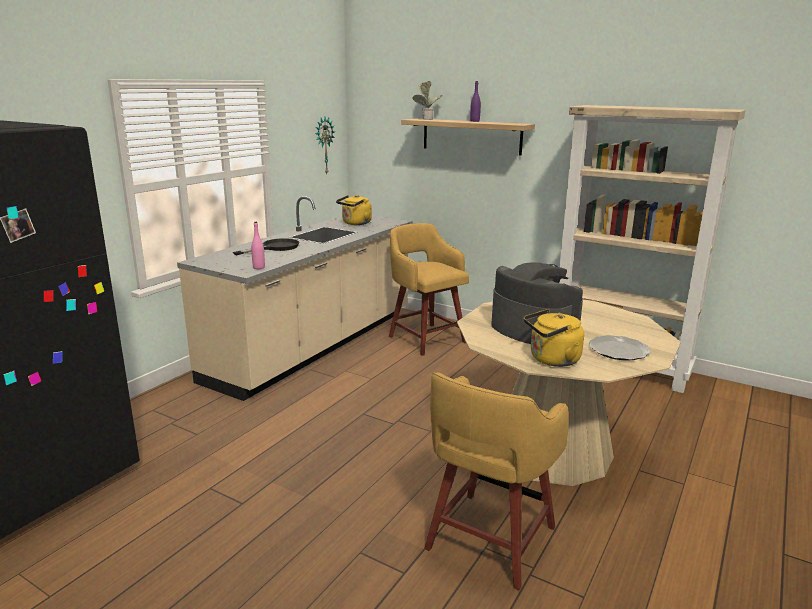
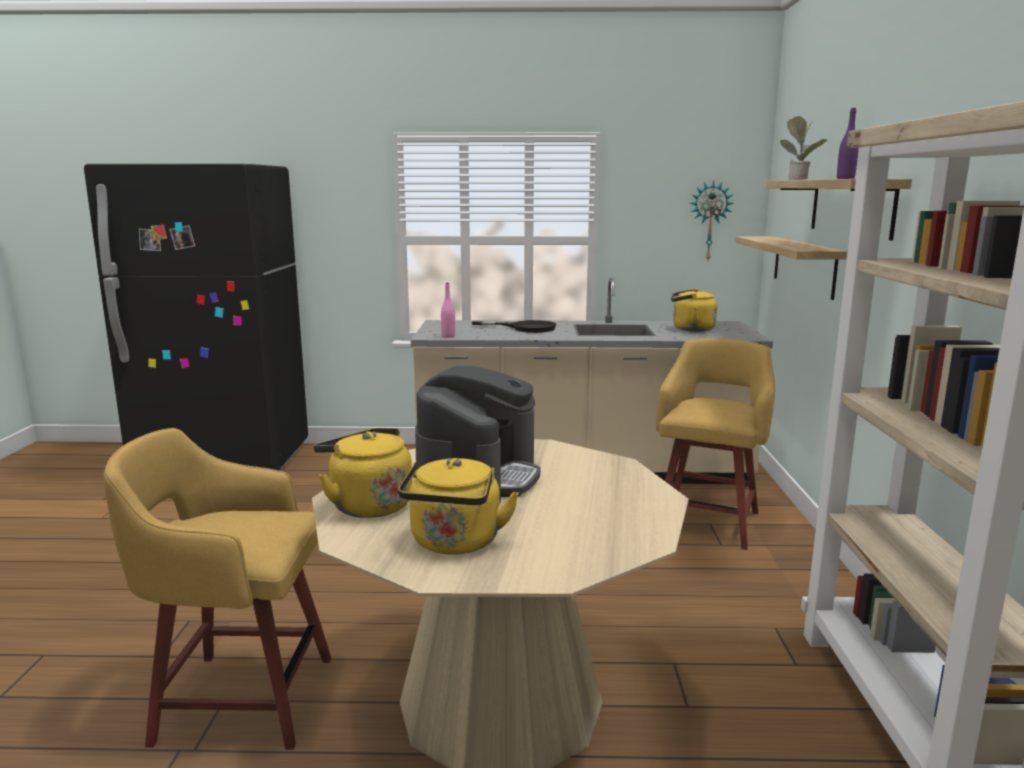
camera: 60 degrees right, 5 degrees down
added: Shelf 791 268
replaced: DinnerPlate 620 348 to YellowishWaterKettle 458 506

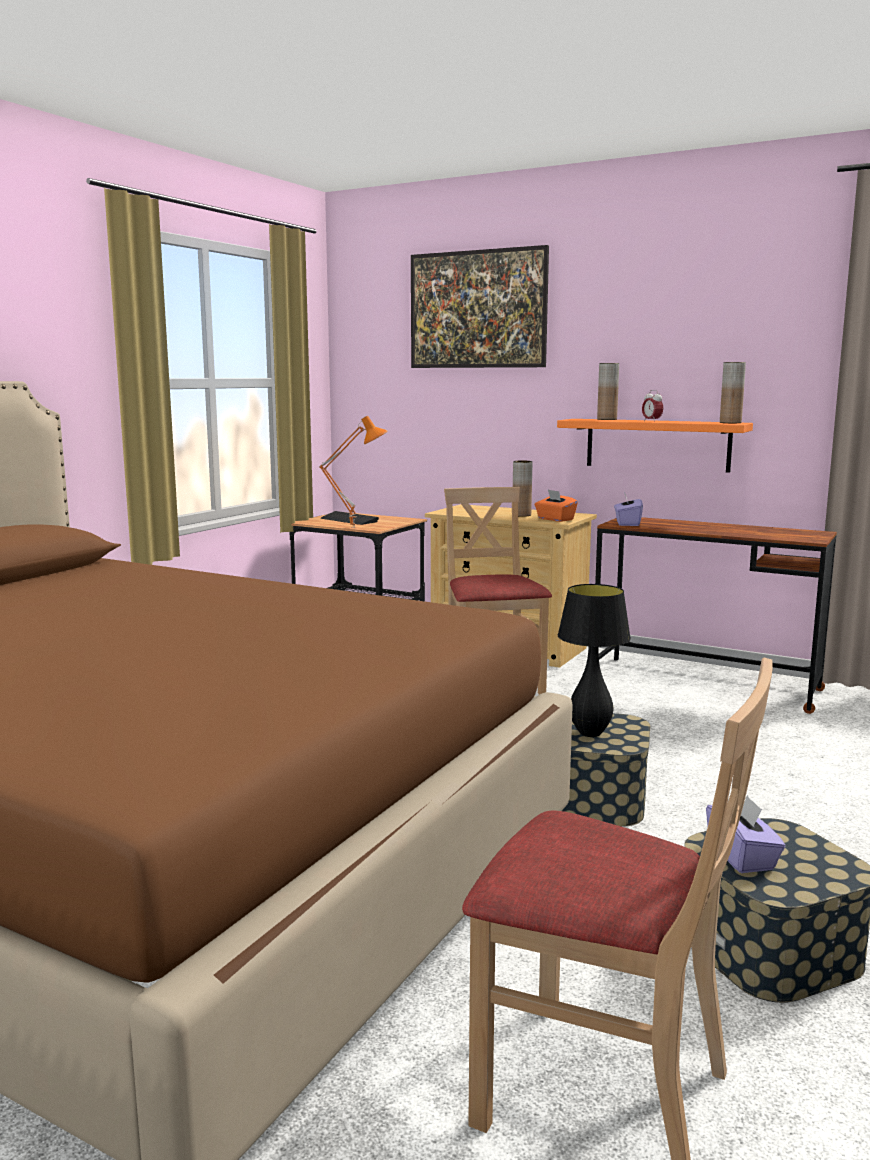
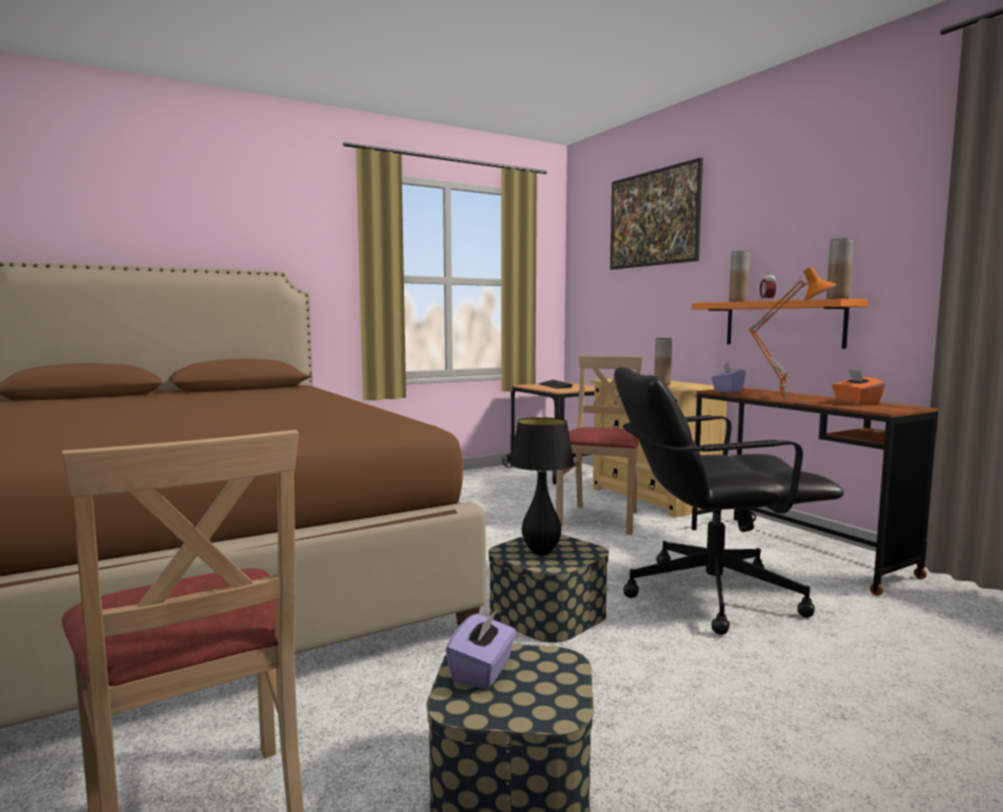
camera: 30 degrees right, 5 degrees down
added: BlackishDeskChair 729 501
moved: OrangeColouredTabletopLamp 353 471 to 792 333; OrangeColouredBoxOfTissues 556 506 to 859 387

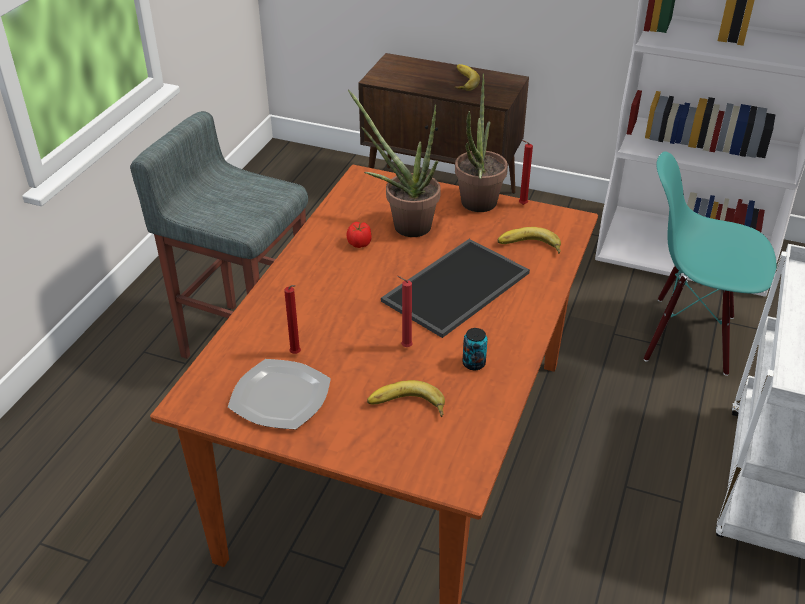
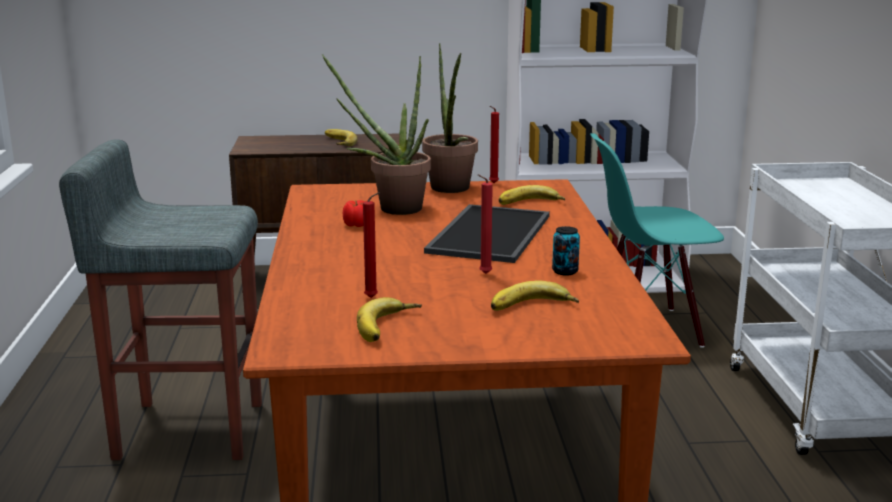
camera: 25 degrees left, 20 degrees down
replaced: DinnerPlate 279 394 to Banana 389 319

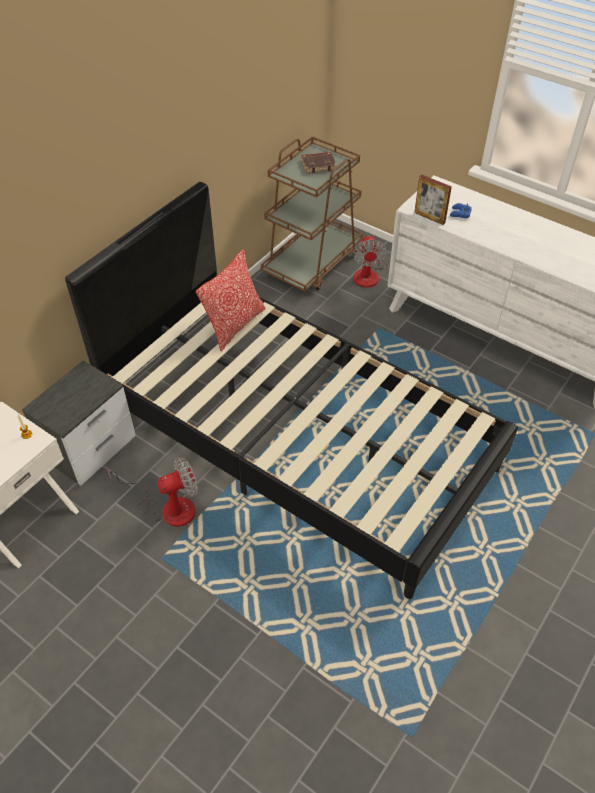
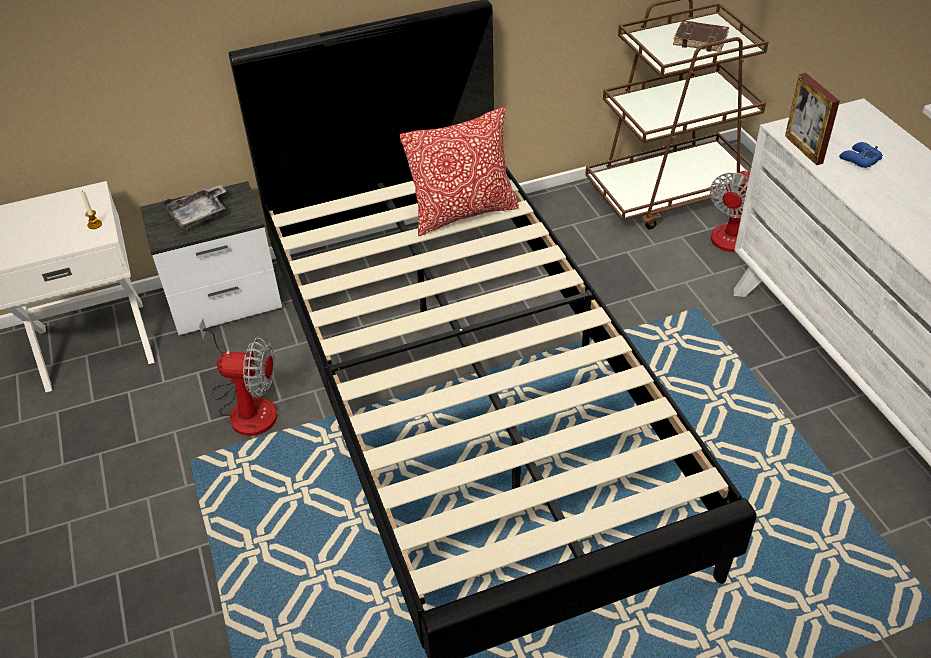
camera: 35 degrees right, 5 degrees down
added: GrayTray 195 207

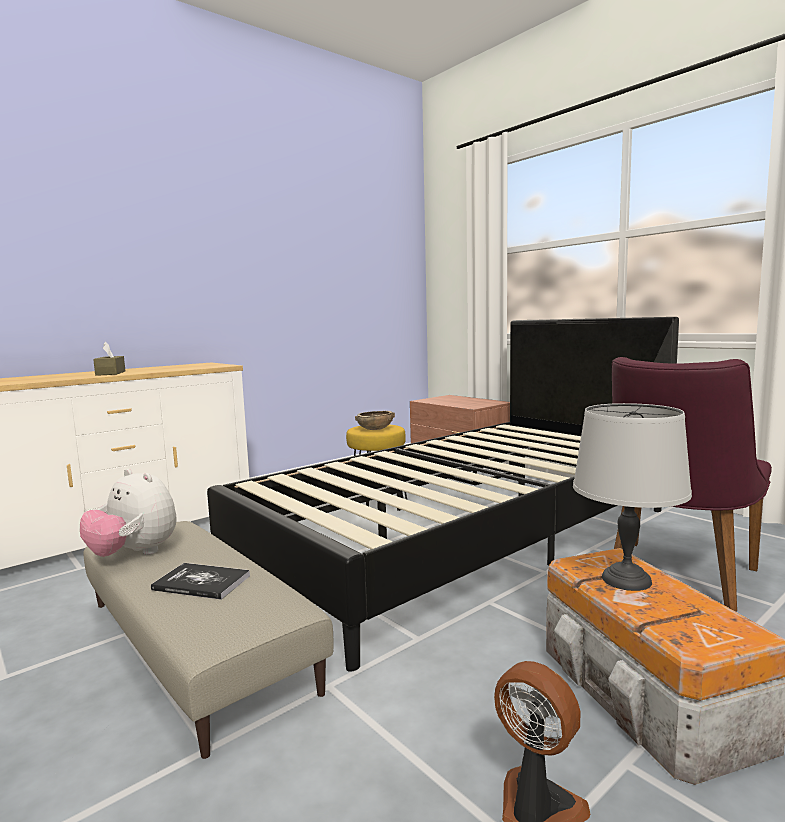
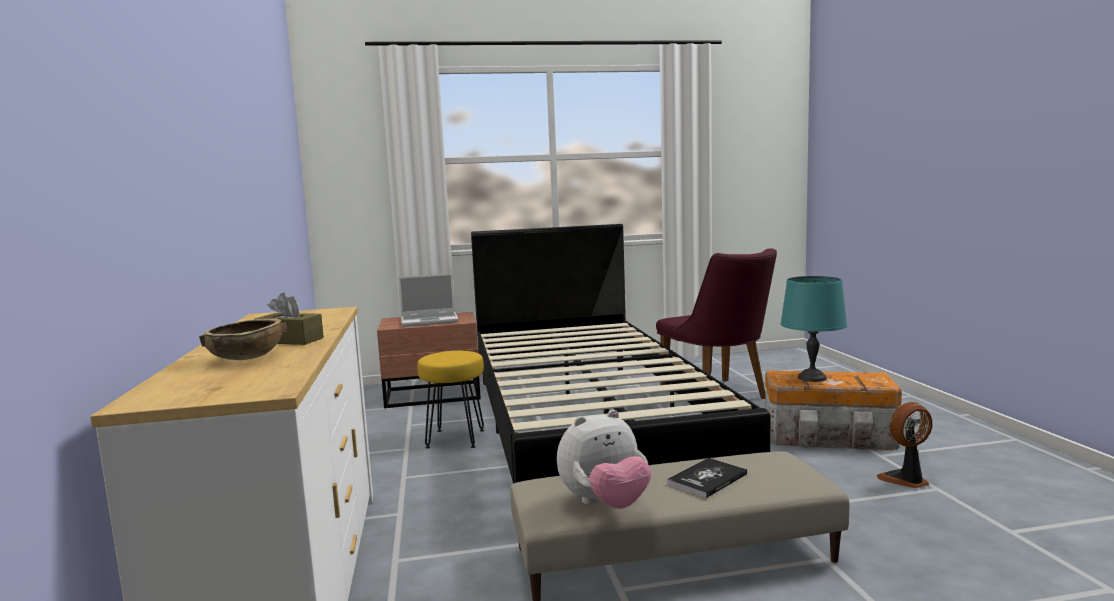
camera: 60 degrees left, 0 degrees up
added: PortableComputer 428 300
moved: BrownColouredDeepDish 375 420 to 243 339
recoloured: GrayTabletopLamp 632 497 to TurquoiseColouredTabletopLamp 814 329

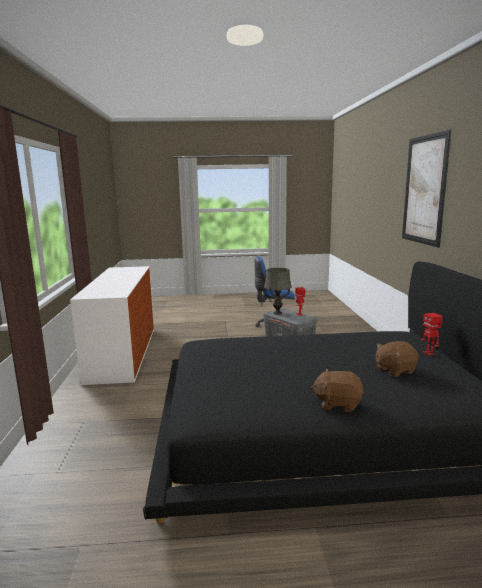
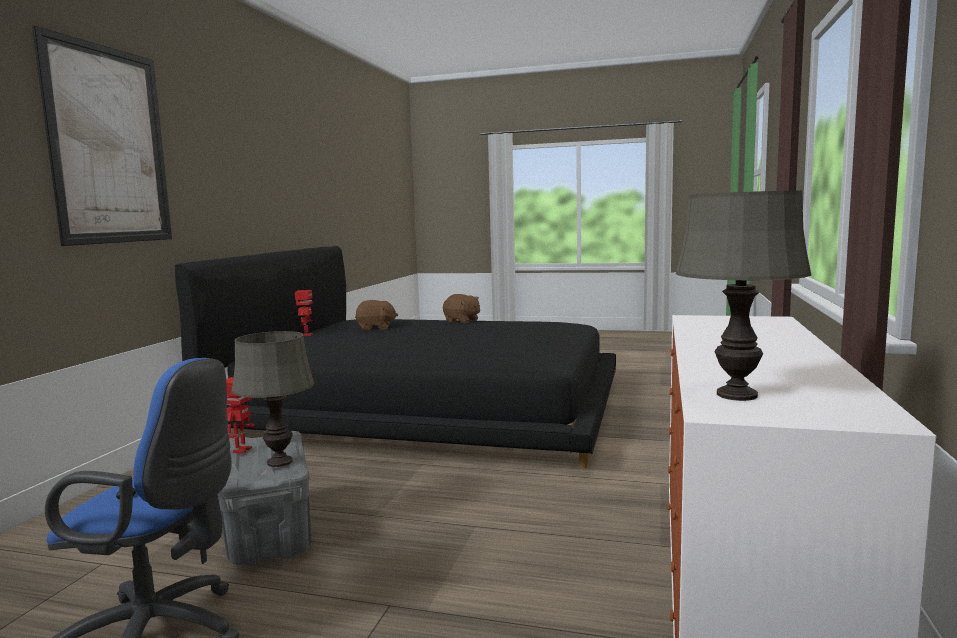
camera: 160 degrees left, 5 degrees down
added: GrayTabletopLamp 743 296

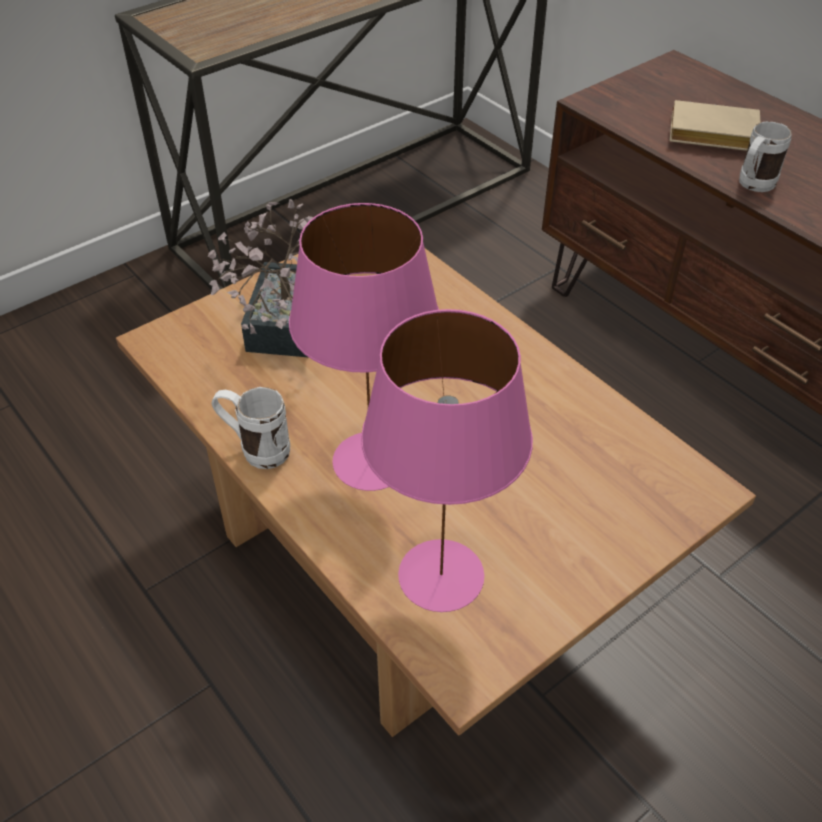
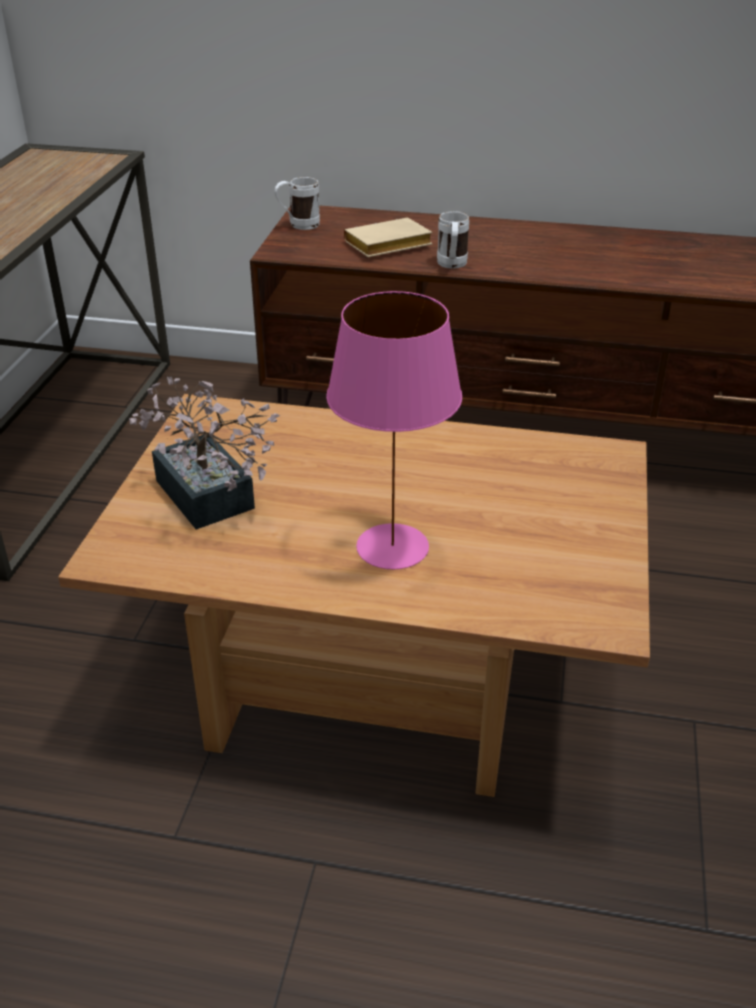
camera: 40 degrees left, 10 degrees down
removed: PinkColouredTabletopLamp 447 460
moved: WhiteTeaMug 250 428 to 297 203

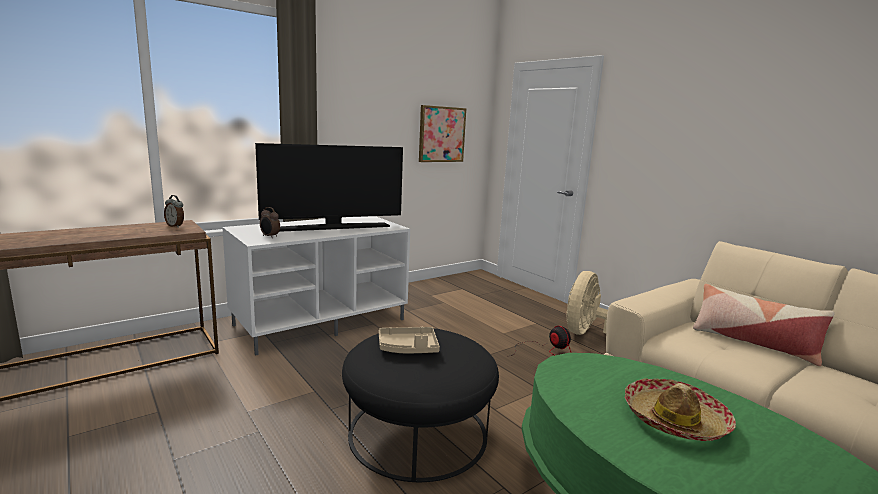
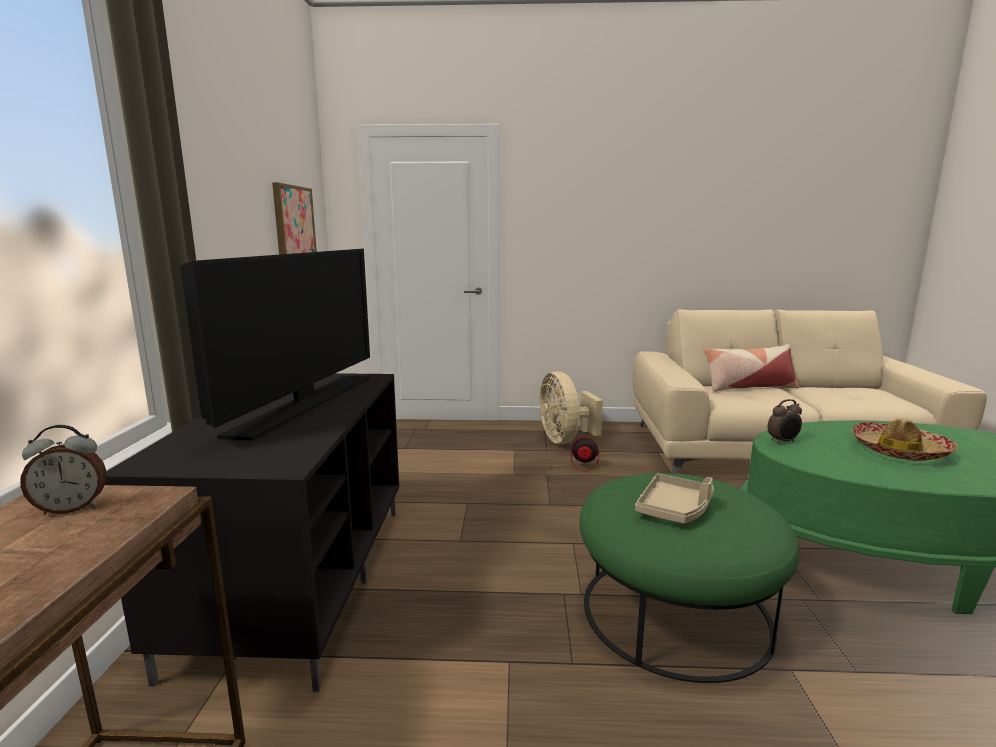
camera: 50 degrees left, 0 degrees up
moved: BedsideClock 270 222 to 785 421
recoloured: WhiteTvStand 316 286 to BlackishTvStand 252 532; BlackishFootrest 420 405 to GreenFootrest 689 578

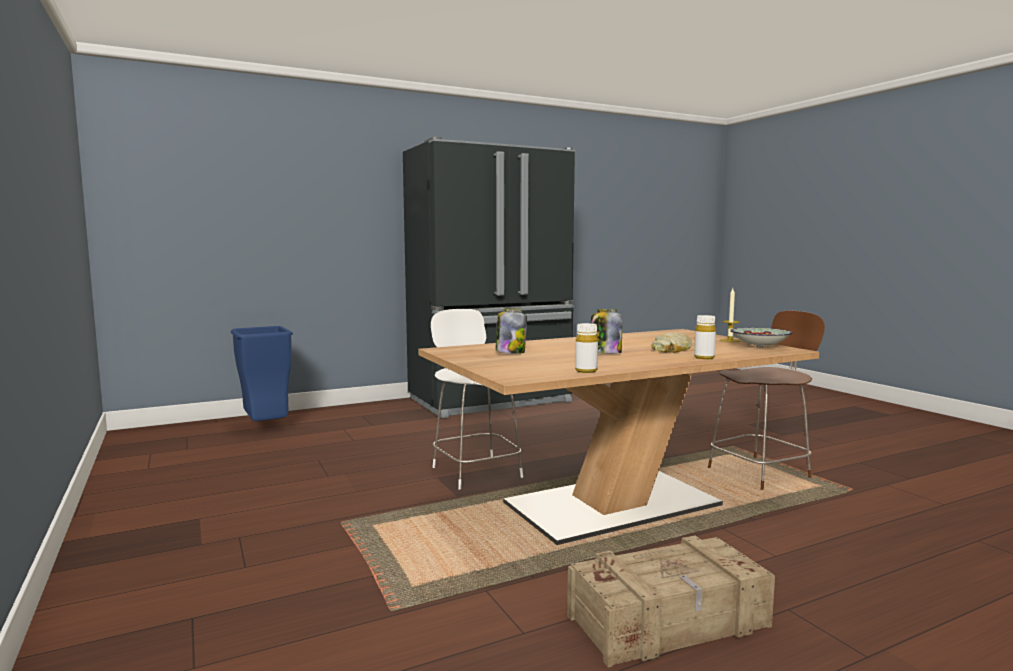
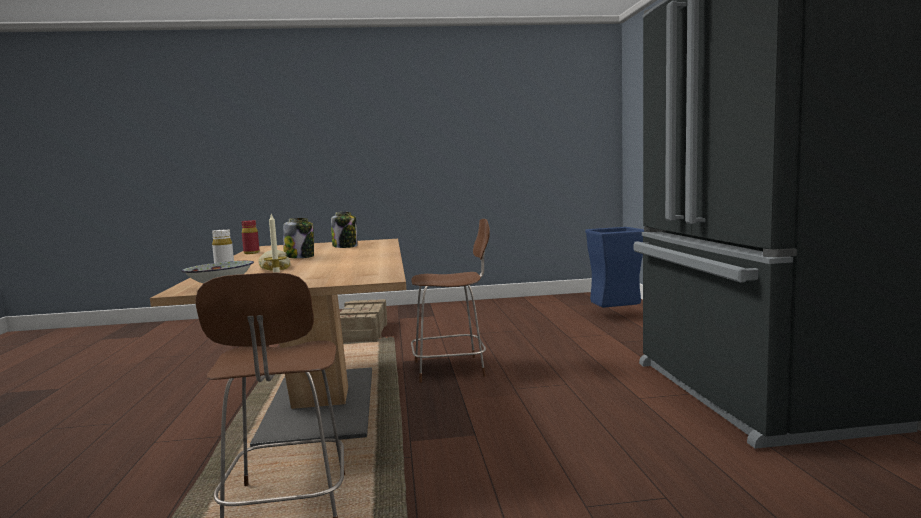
camera: 110 degrees right, 0 degrees up
moved: PackingCrate 671 601 to 363 321
recoloured: WhiteBeverageBottle 586 348 to RedBeverageBottle 250 237; WhiteUprightChair 477 399 to BrownColouredUprightChair 450 300

